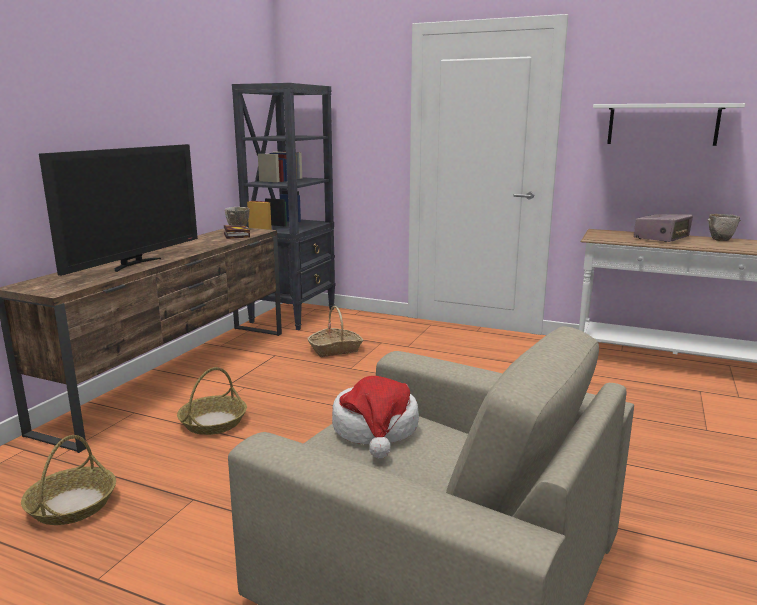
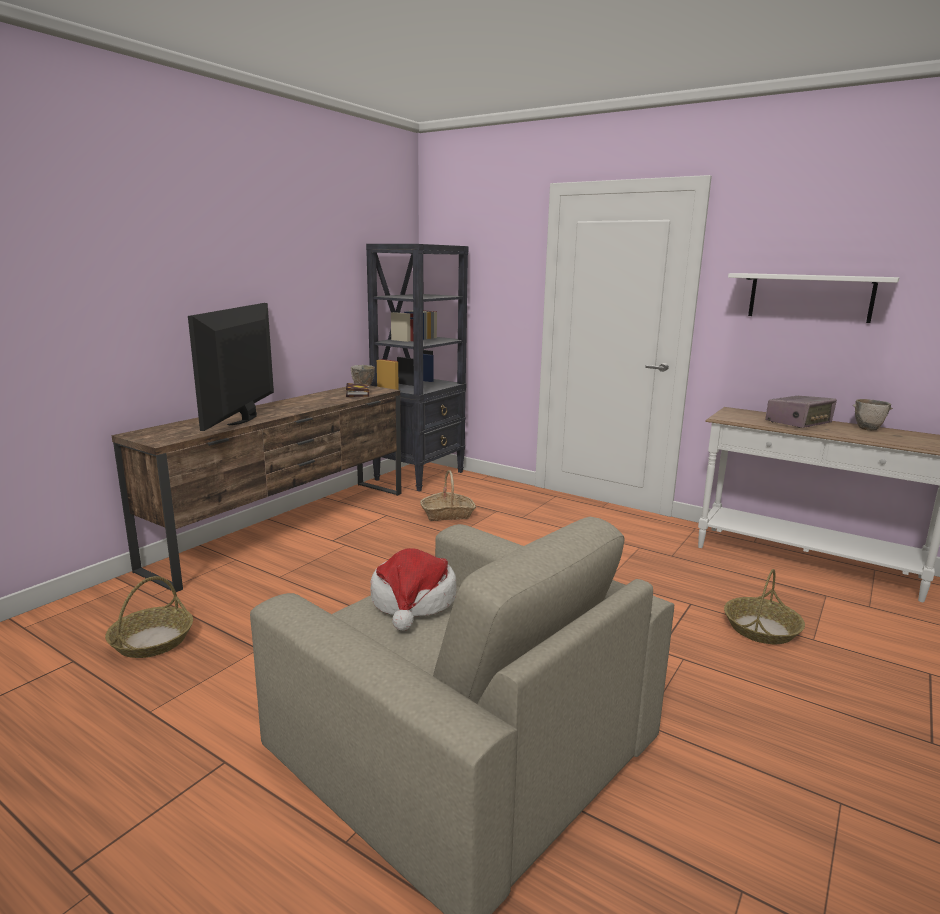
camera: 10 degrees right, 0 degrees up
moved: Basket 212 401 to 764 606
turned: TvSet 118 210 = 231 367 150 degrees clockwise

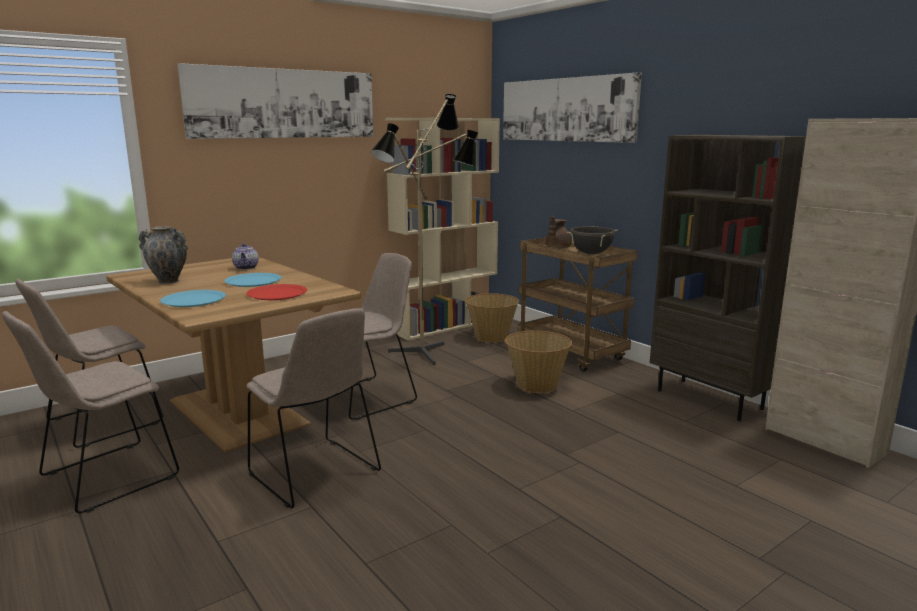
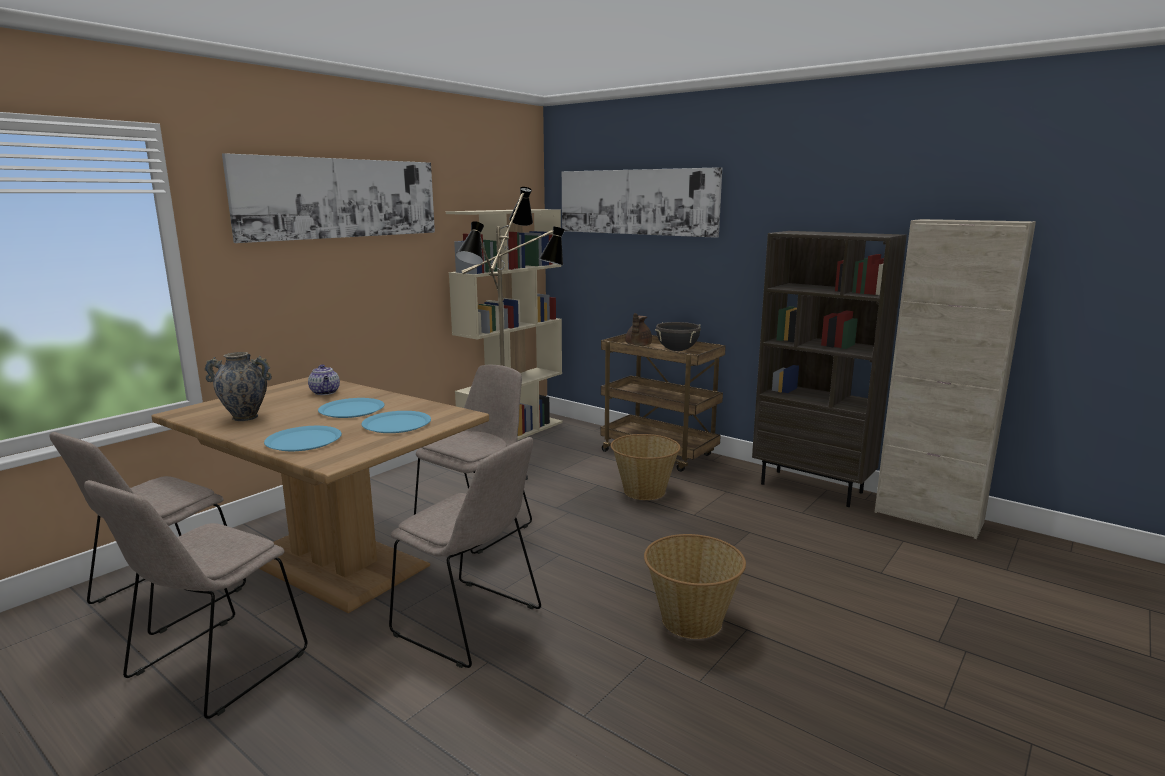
camera: 15 degrees left, 0 degrees up
moved: Basket 492 317 to 695 586
recoloured: RedDinnerPlate 276 292 to BlueDinnerPlate 396 422

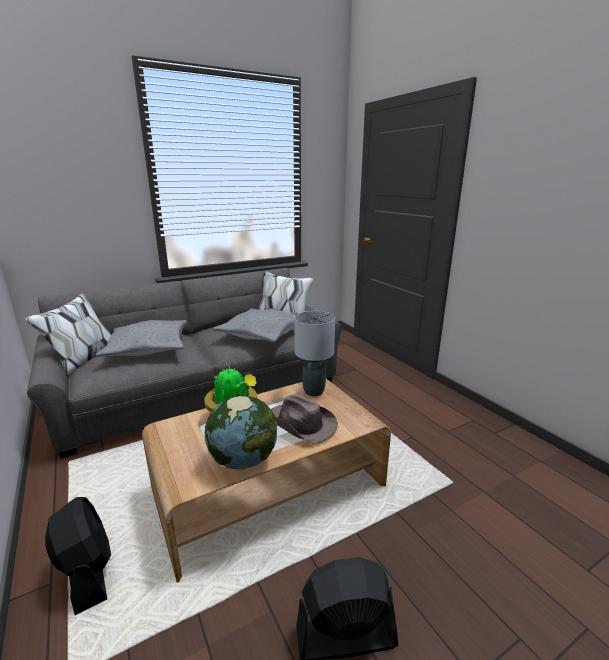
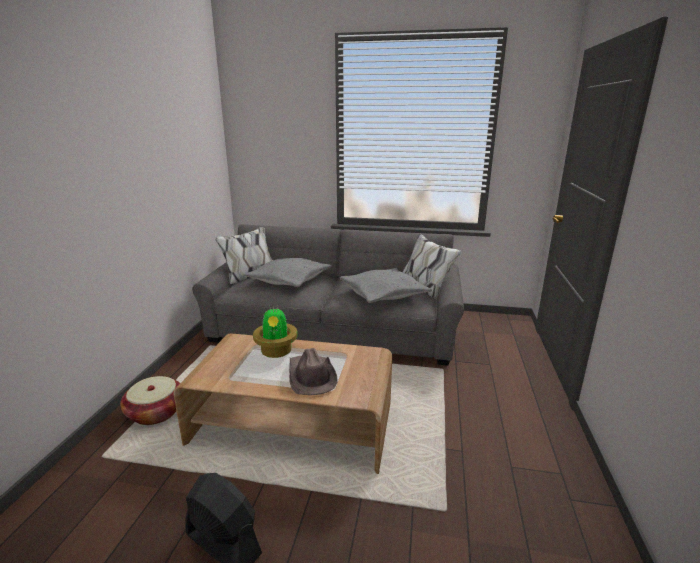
camera: 40 degrees right, 0 degrees up
removed: DeskGlobe 241 432; GrayTabletopLamp 314 353
replaced: BlackishElectricFan 78 556 to Basket 150 400

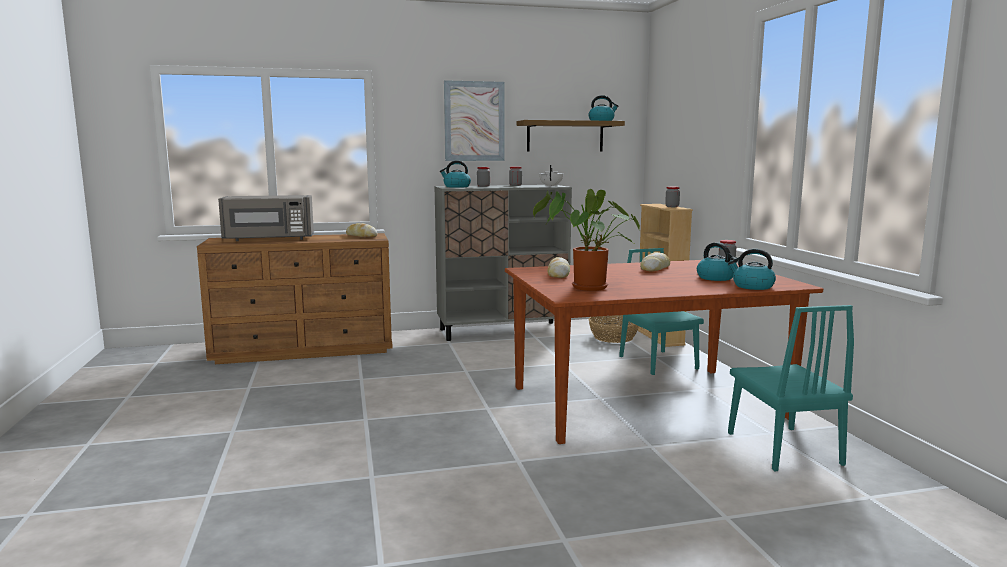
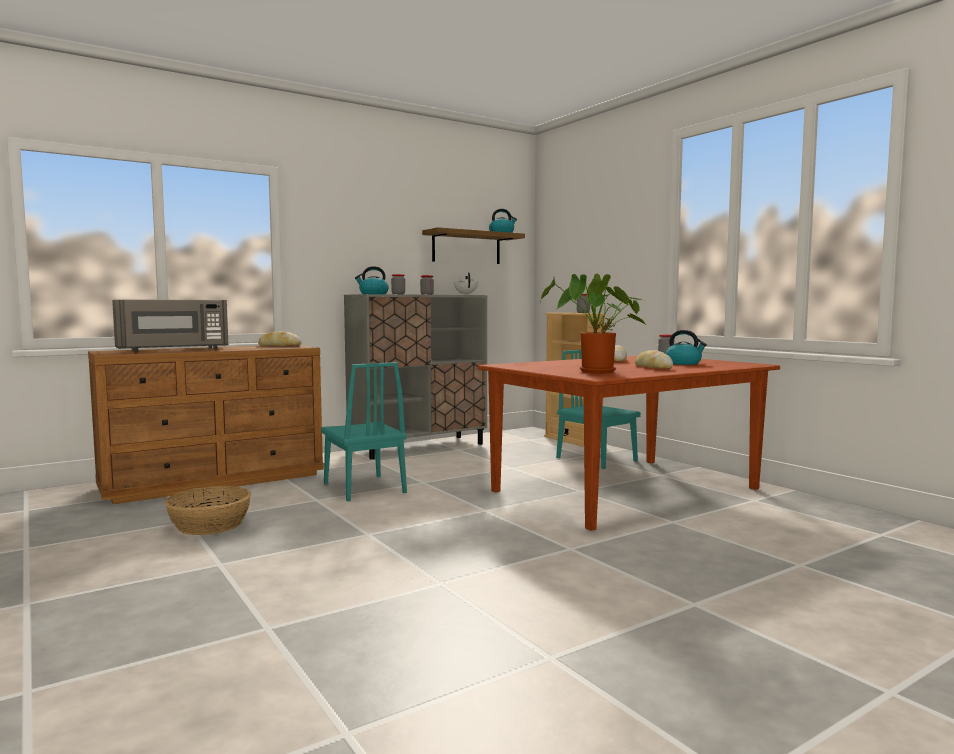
camera: 20 degrees left, 5 degrees down
removed: WallArt 474 120; WaterKettle 752 269
moved: Basket 613 329 to 208 510; TurquoiseColouredUprightChair 791 388 to 364 432; Bread 559 267 to 654 359

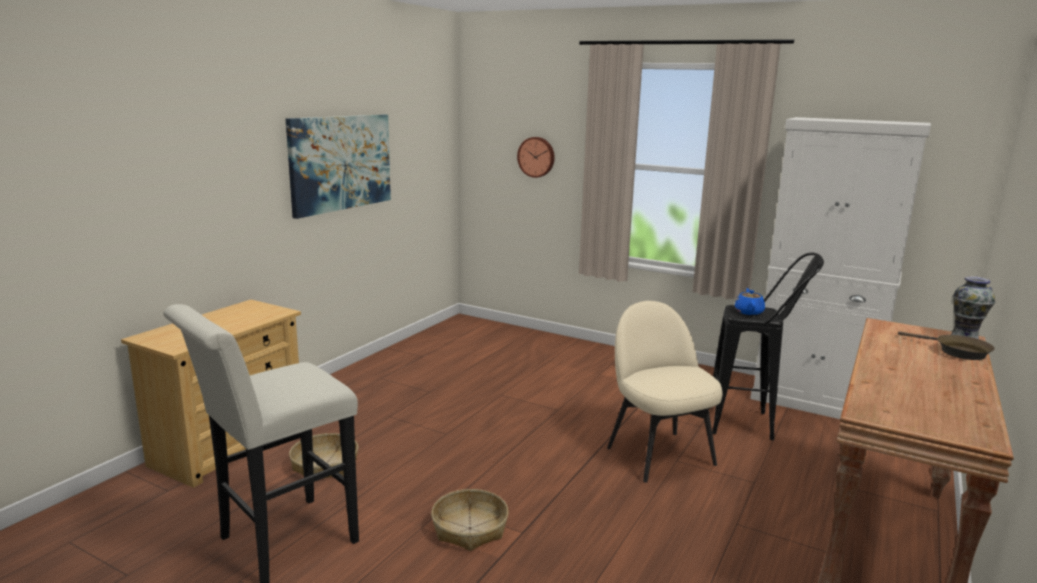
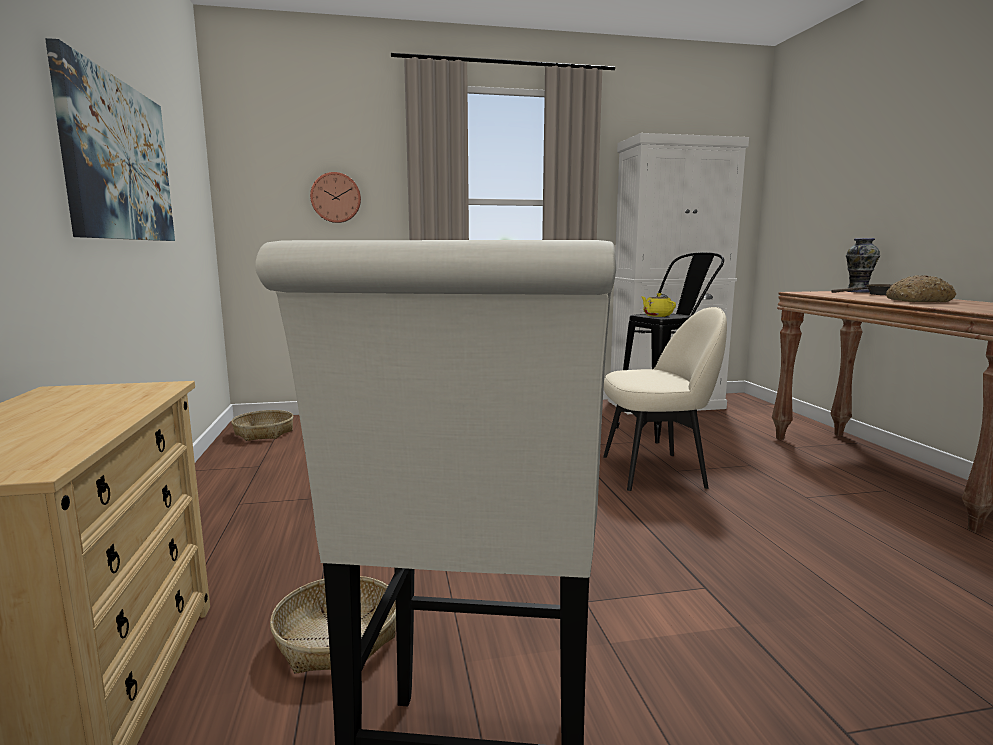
camera: 40 degrees left, 5 degrees down
added: Bread 921 288
moved: Basket 470 520 to 262 425
recoloured: BlueTeapot 750 301 to YellowishTeapot 658 305
turned: BeigeColouredUprightChair 665 392 = 665 399 150 degrees clockwise

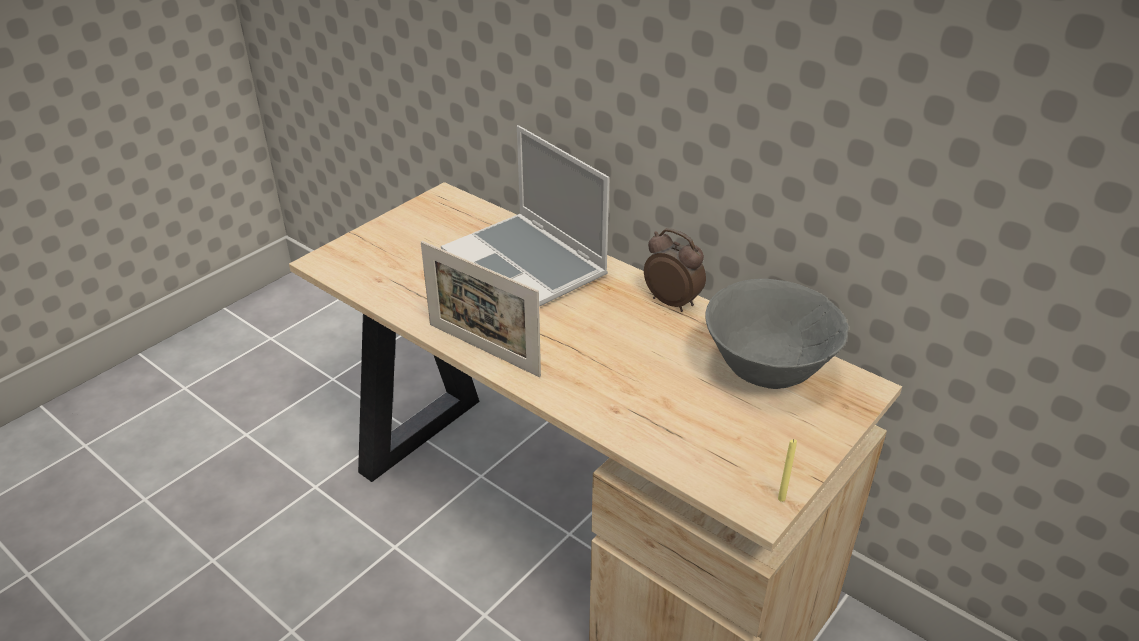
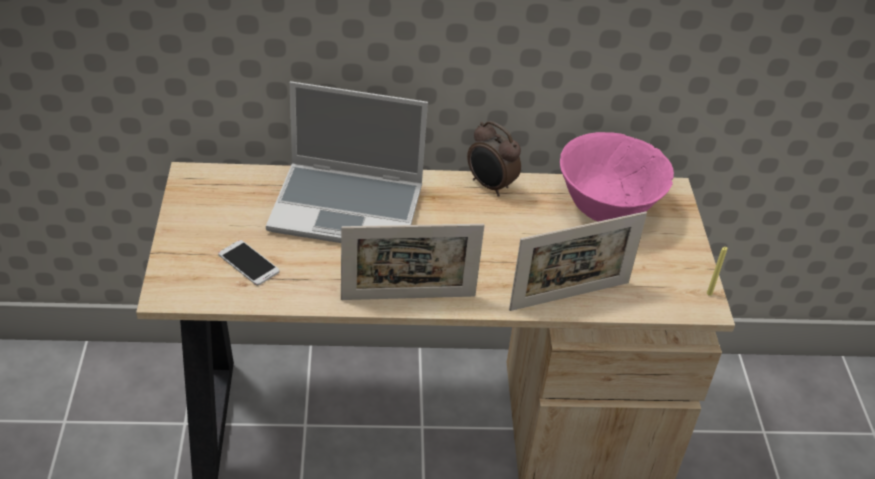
camera: 45 degrees left, 5 degrees up
added: Phone 249 262; PhotoFrame 578 261
recoloured: GrayDeepDish 777 334 to PinkColouredDeepDish 617 177
turned: BedsideClock 675 270 = 494 159 135 degrees counterclockwise

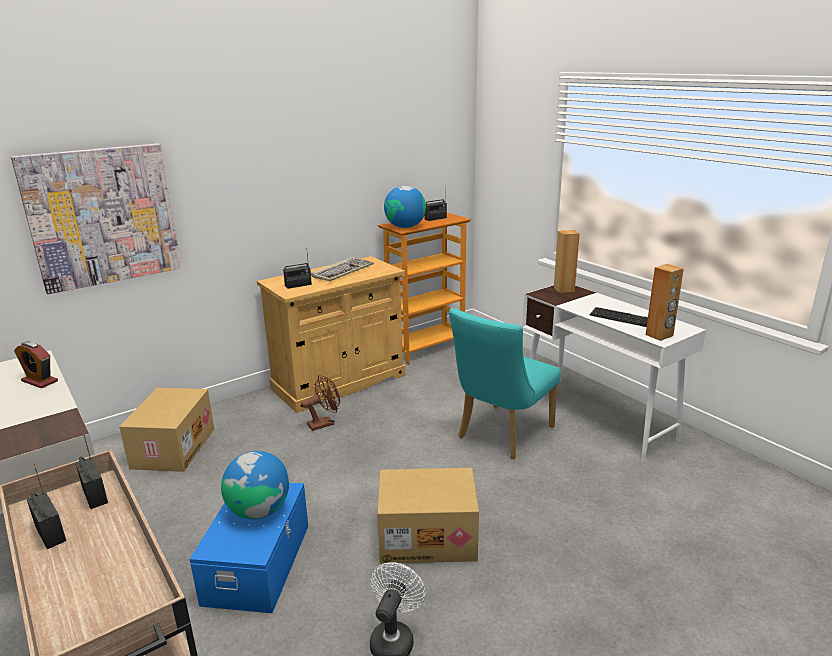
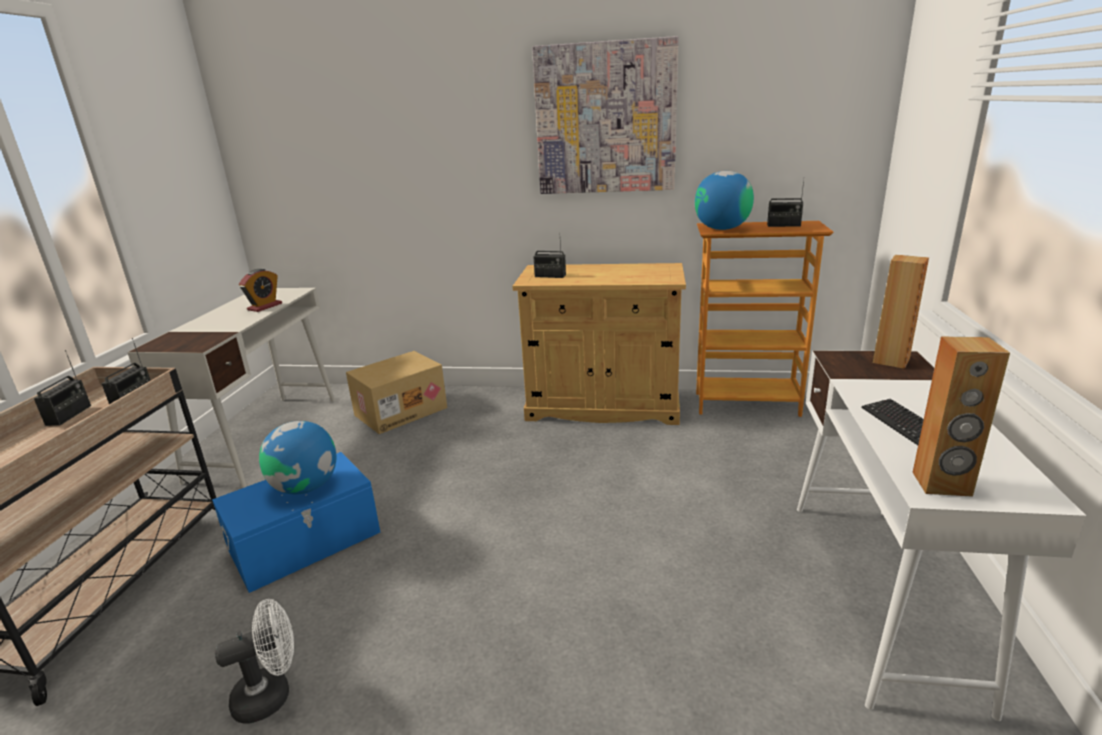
camera: 45 degrees right, 0 degrees up
removed: BrownColouredElectricFan 321 403; ComputerKeyboard 342 269; Carton 428 516; TurquoiseColouredUprightChair 505 383
moved: WallArt 96 218 to 605 115
turned: BedsideClock 36 364 = 260 290 135 degrees counterclockwise

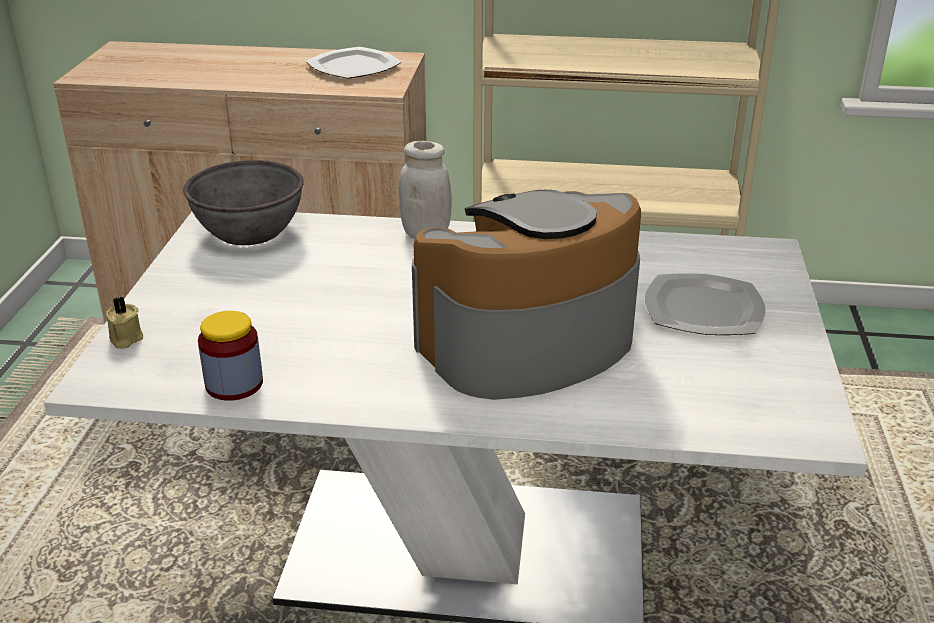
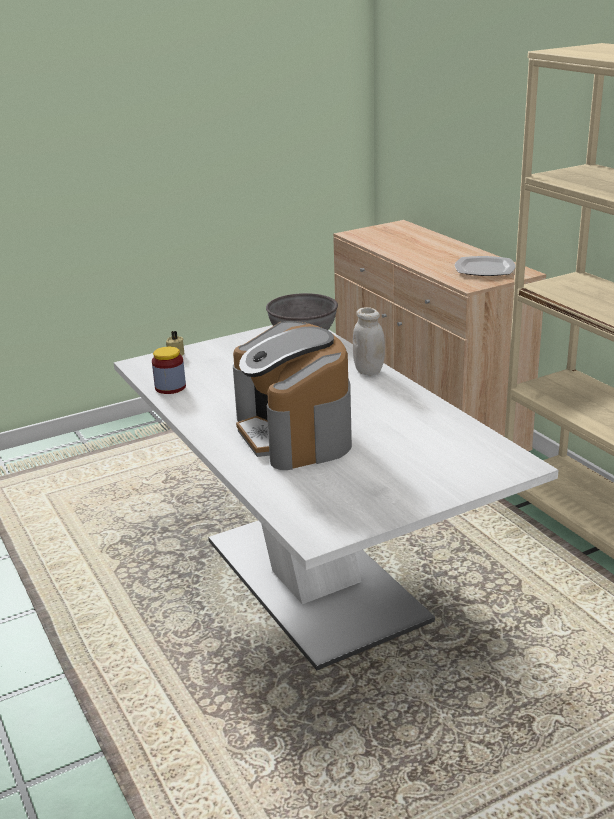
camera: 55 degrees right, 5 degrees down
removed: DinnerPlate 705 304
turned: CoffeeMachine 526 295 = 292 395 135 degrees counterclockwise

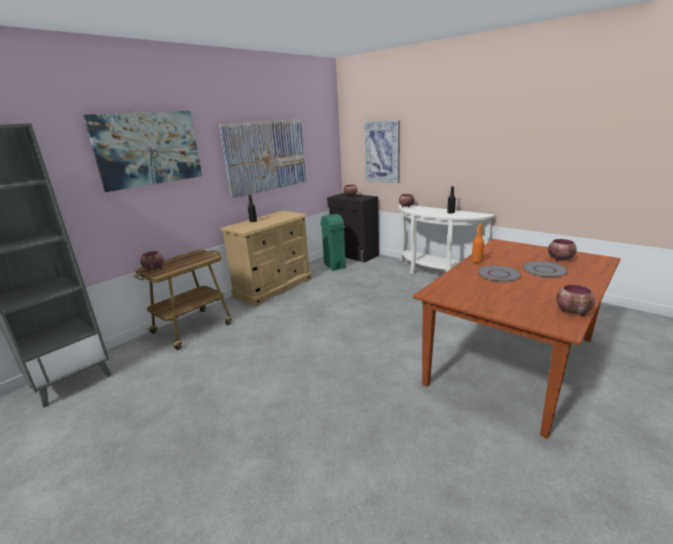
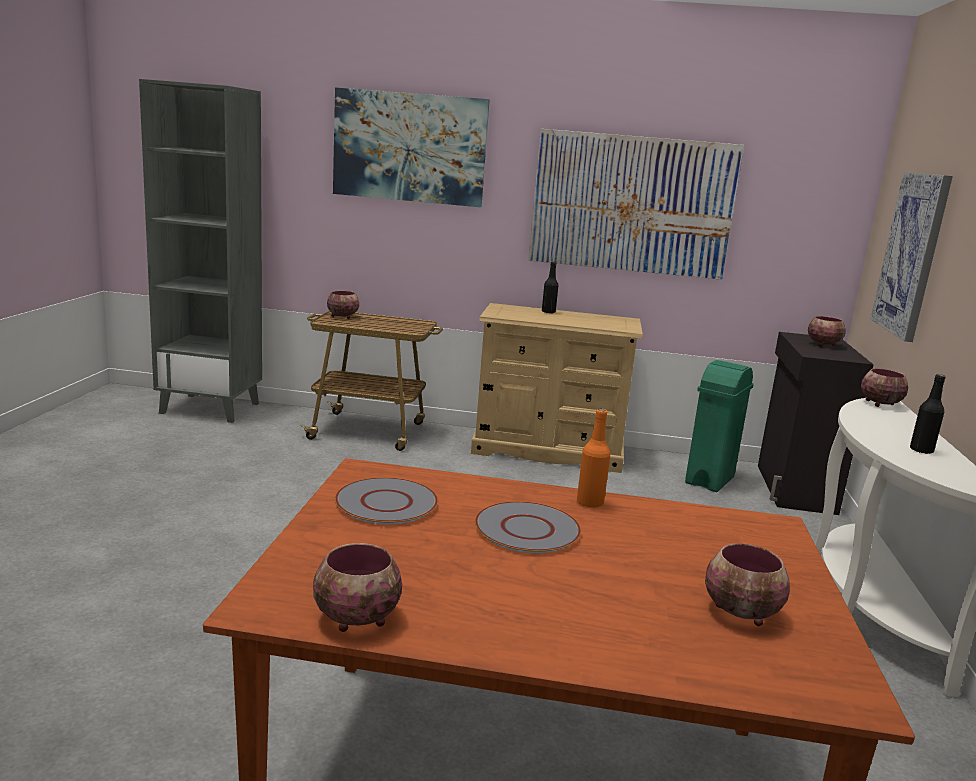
camera: 55 degrees right, 5 degrees down
moved: GrayDinnerPlate 545 269 to 386 501

